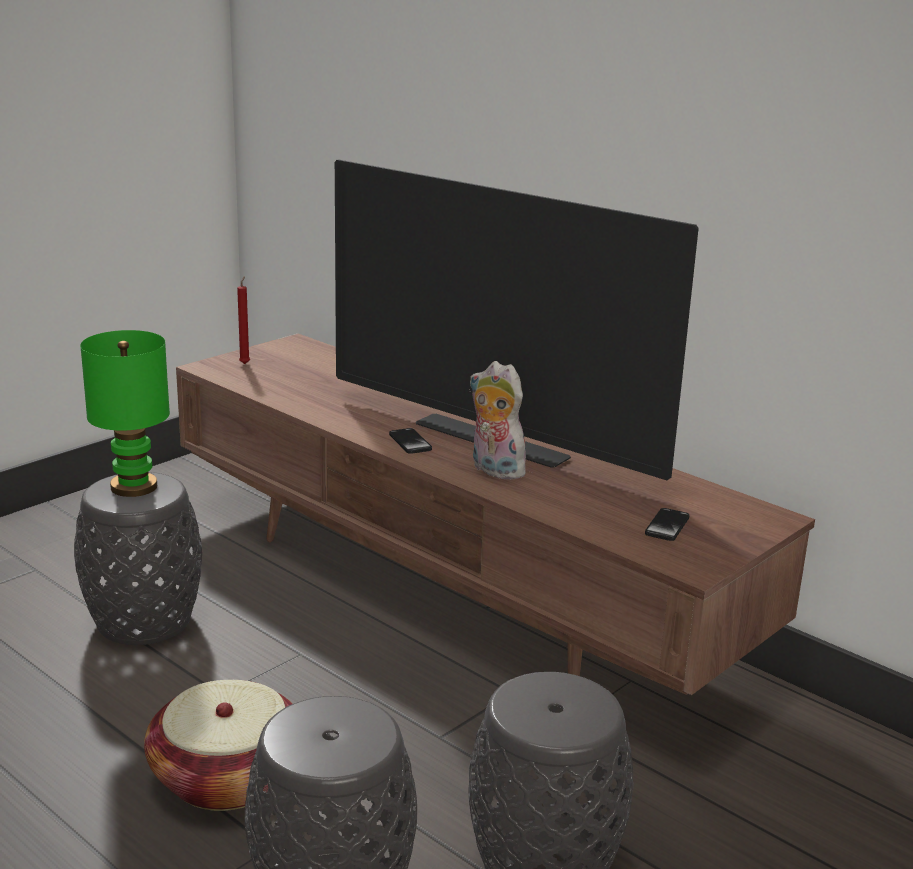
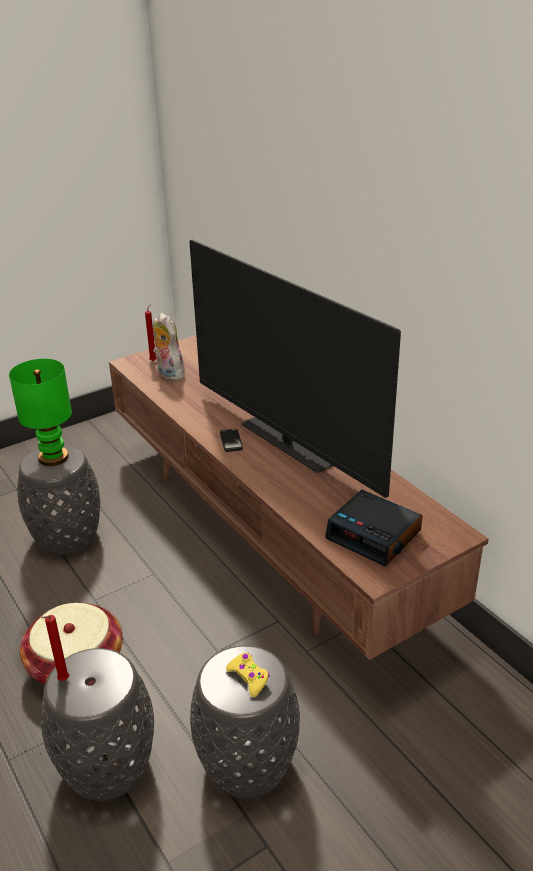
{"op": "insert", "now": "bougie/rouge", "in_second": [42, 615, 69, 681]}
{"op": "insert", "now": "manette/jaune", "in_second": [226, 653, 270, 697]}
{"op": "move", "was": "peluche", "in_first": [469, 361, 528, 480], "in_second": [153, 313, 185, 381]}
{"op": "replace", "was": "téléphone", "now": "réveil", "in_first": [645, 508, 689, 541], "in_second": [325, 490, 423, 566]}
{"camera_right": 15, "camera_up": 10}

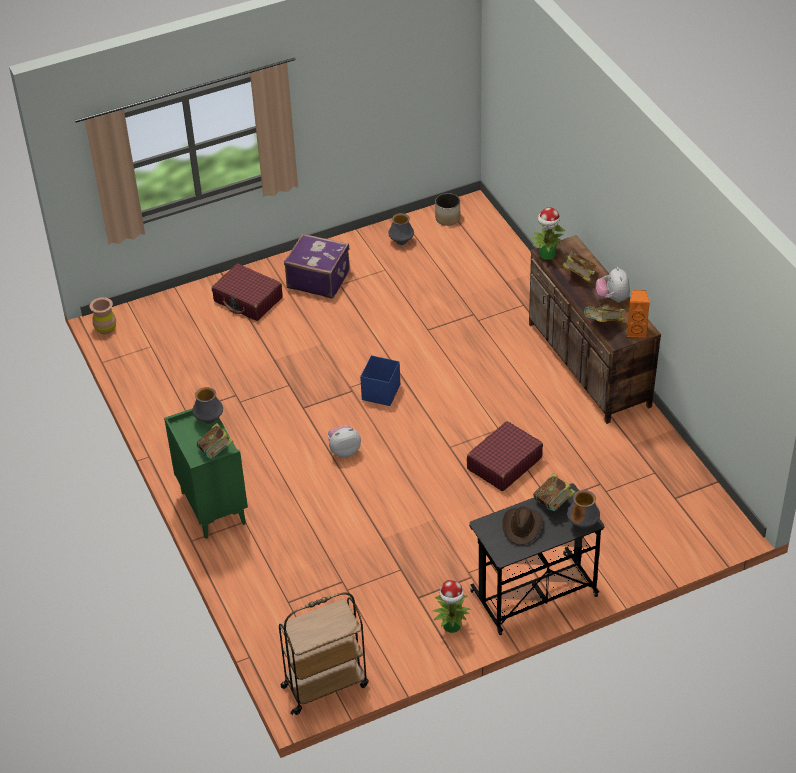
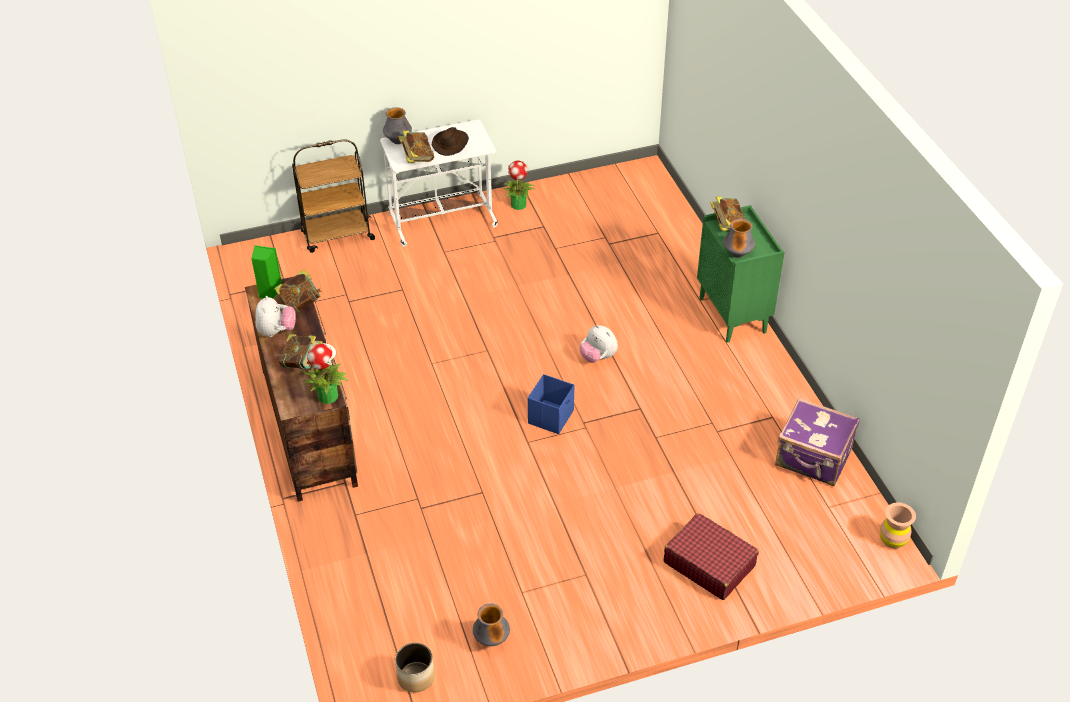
{"op": "delete", "was": "valise/rouge", "in_first": [467, 421, 543, 491]}
{"op": "move", "was": "chariot/marron", "in_first": [279, 592, 368, 715], "in_second": [292, 140, 375, 253]}
{"op": "move", "was": "valise/violet", "in_first": [284, 234, 350, 298], "in_second": [775, 398, 860, 486]}
{"op": "recolor", "was": "bureau/noir", "now": "bureau/blanc", "in_first": [469, 483, 604, 635], "in_second": [380, 120, 498, 247]}
{"op": "recolor", "was": "enceinte/orange", "now": "enceinte/vert", "in_first": [627, 290, 650, 337], "in_second": [251, 245, 282, 299]}
{"op": "rotate", "was": "peluche", "in_first": [328, 425, 361, 458], "in_second": [579, 325, 618, 363], "clockwise": 60}
{"camera_right": -175, "camera_up": 0}

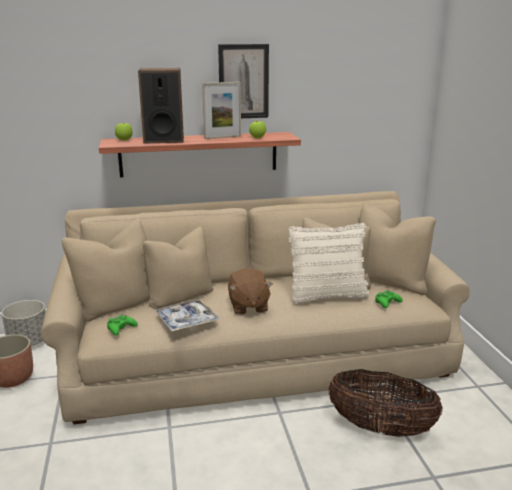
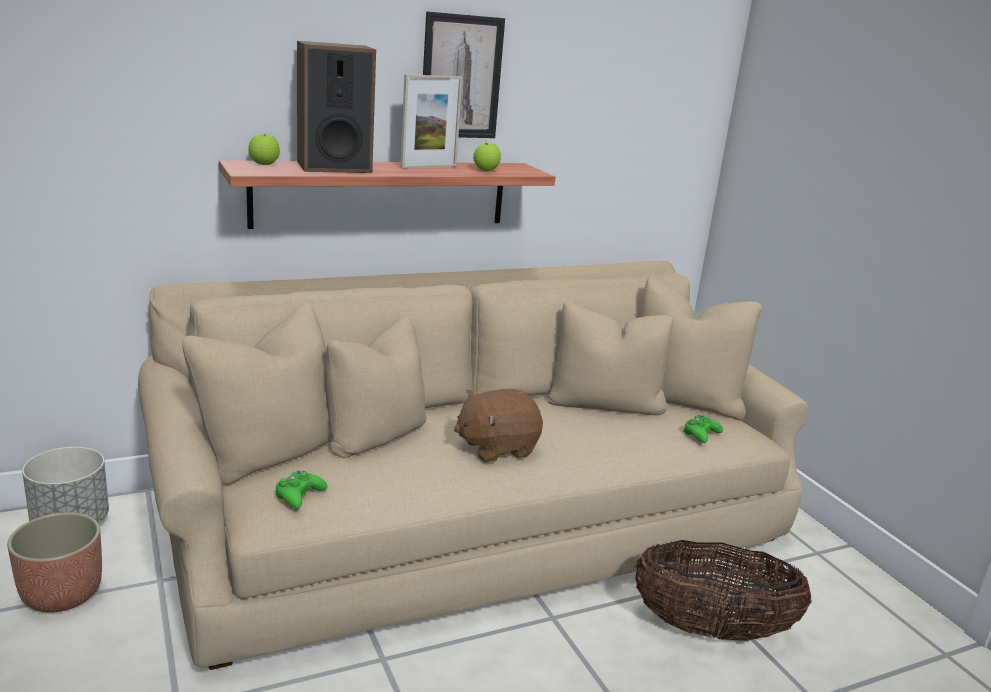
{"op": "delete", "was": "plateau", "in_first": [154, 299, 219, 332]}
{"op": "delete", "was": "coussin/beige", "in_first": [288, 223, 370, 305]}
{"op": "rotate", "was": "peluche/marron", "in_first": [228, 268, 273, 315], "in_second": [454, 389, 543, 462], "clockwise": 90}
{"camera_right": -15, "camera_up": 0}

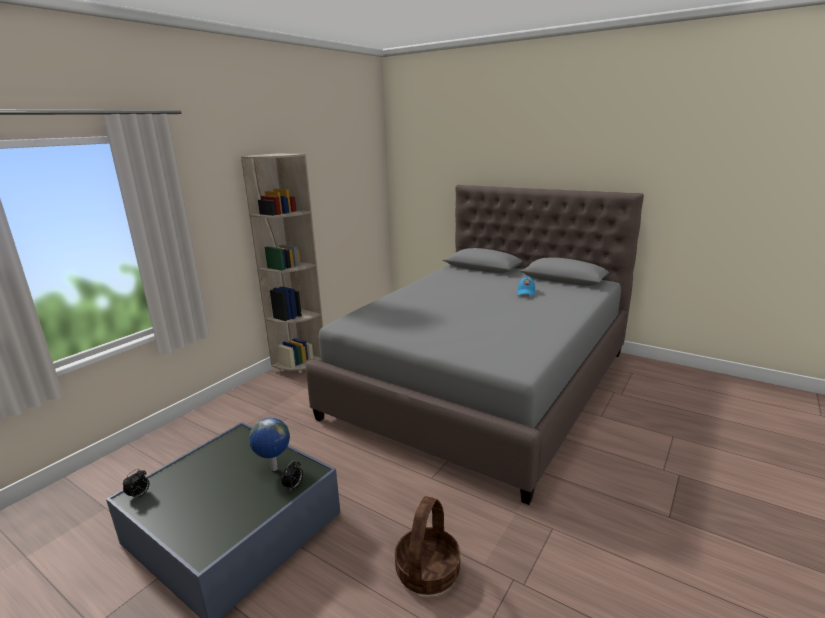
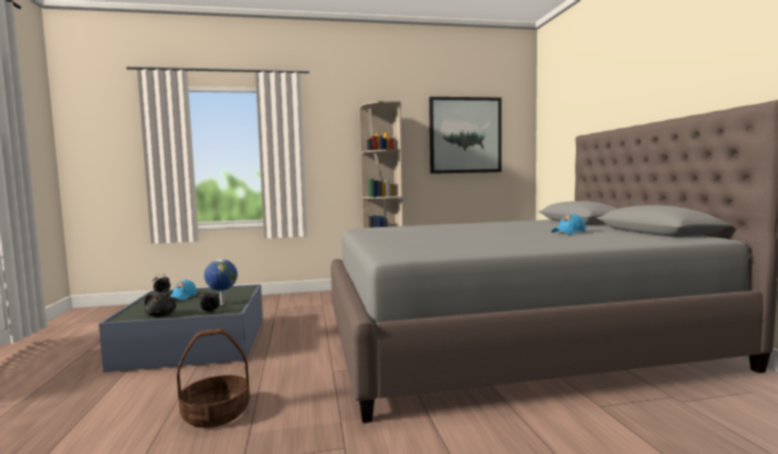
{"op": "insert", "now": "peluche/noir", "in_second": [144, 293, 176, 317]}
{"op": "insert", "now": "casquette/bleu", "in_second": [170, 279, 197, 300]}
{"op": "insert", "now": "tableau", "in_second": [429, 97, 501, 174]}
{"camera_right": 45, "camera_up": -15}

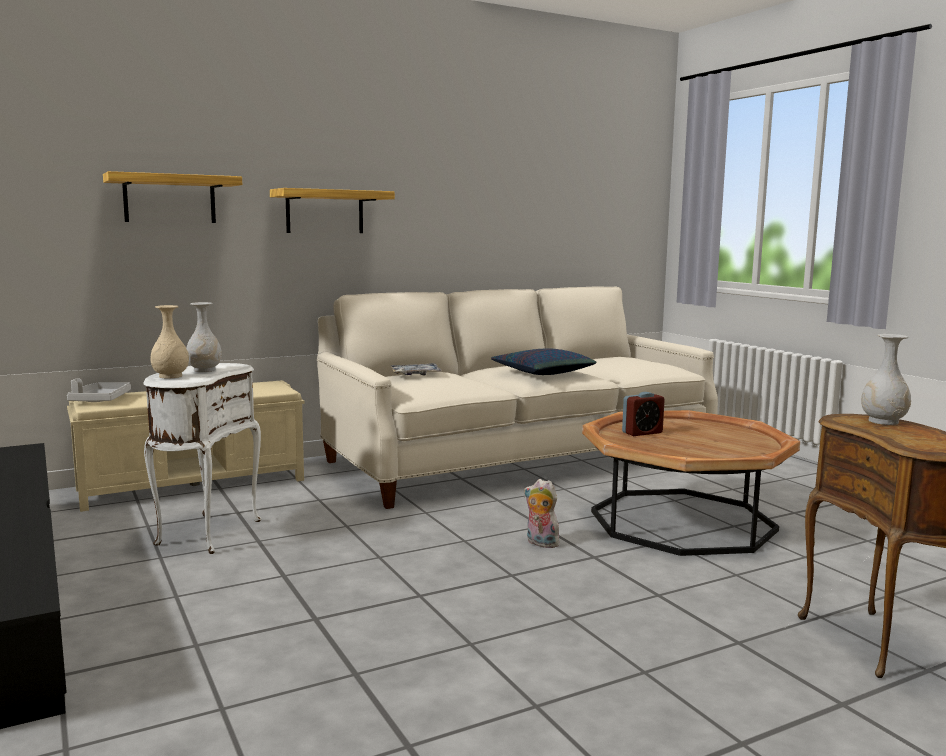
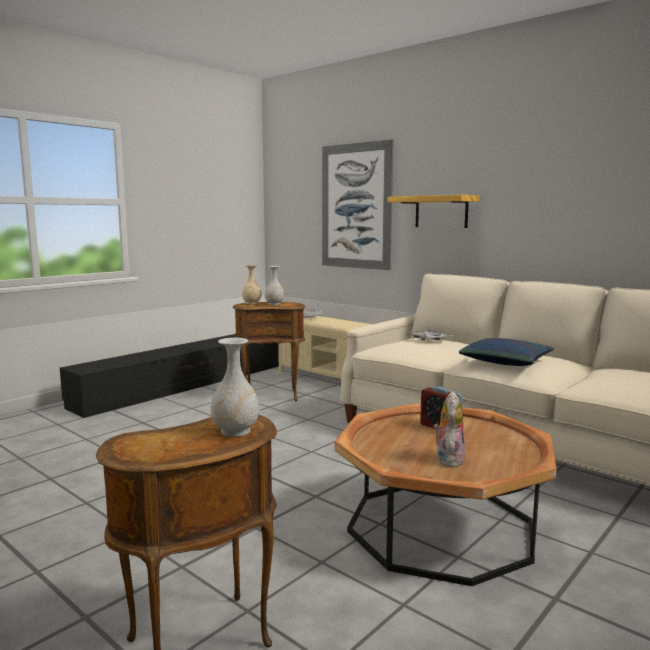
{"op": "move", "was": "peluche", "in_first": [524, 479, 560, 548], "in_second": [433, 391, 465, 467]}
{"op": "replace", "was": "étagère", "now": "tableau", "in_first": [103, 171, 242, 223], "in_second": [322, 139, 394, 270]}
{"op": "recolor", "was": "table d'appoint/blanc", "now": "table d'appoint/marron", "in_first": [143, 363, 261, 554], "in_second": [233, 302, 306, 401]}
{"camera_right": 70, "camera_up": 0}

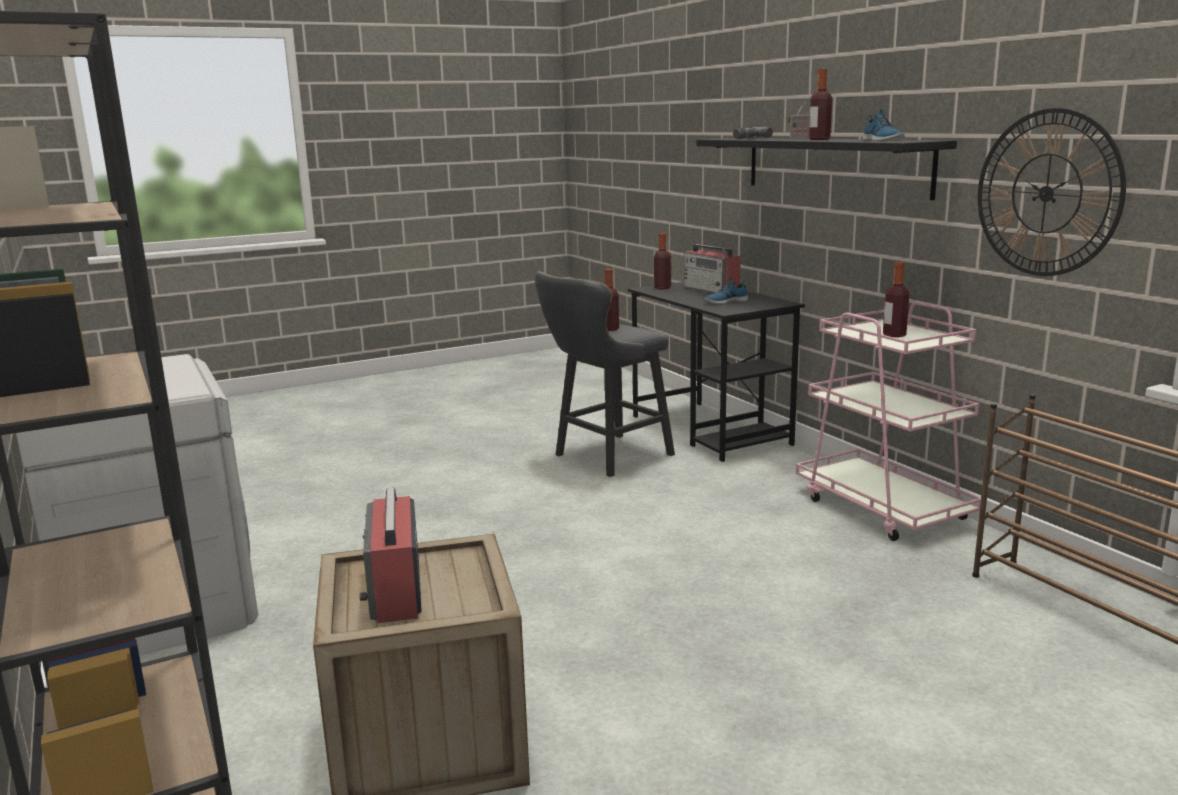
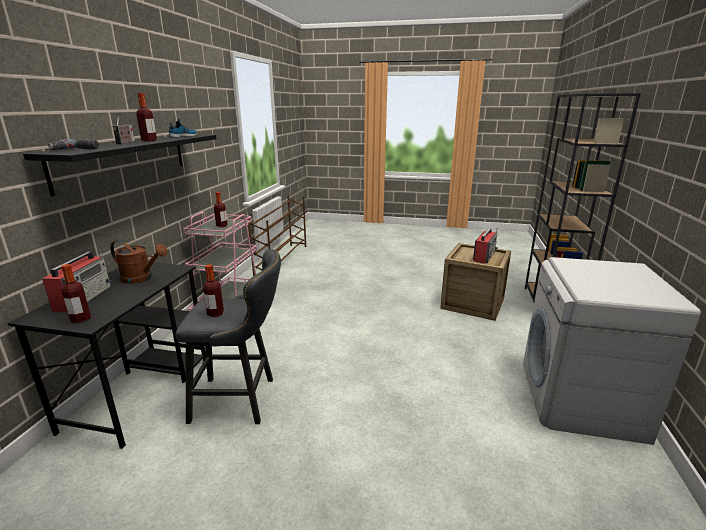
{"op": "delete", "was": "horloge murale", "in_first": [978, 108, 1126, 276]}
{"op": "replace", "was": "chaussure", "now": "arrosoir/marron", "in_first": [704, 276, 748, 304], "in_second": [110, 240, 168, 284]}
{"camera_right": -140, "camera_up": 5}

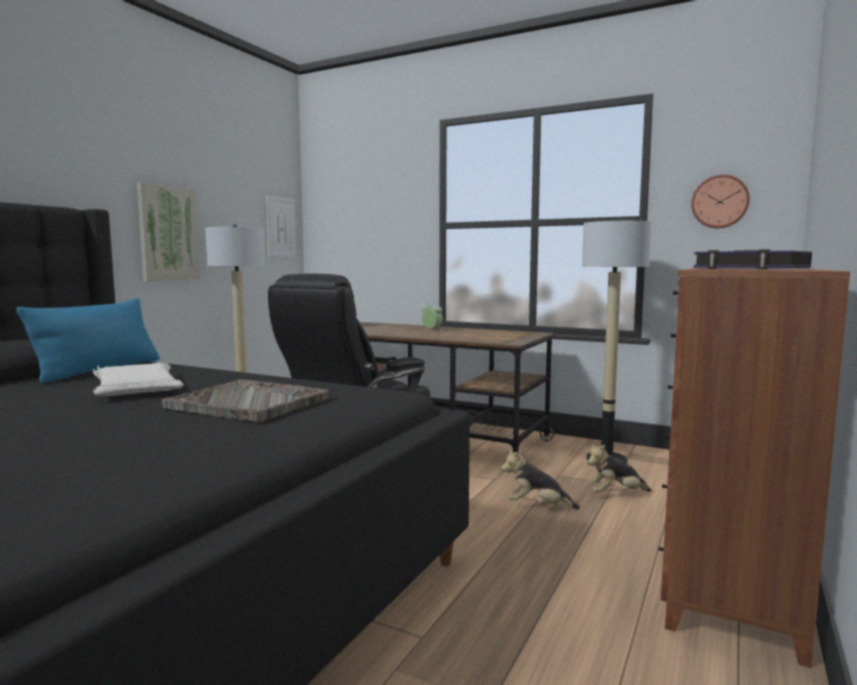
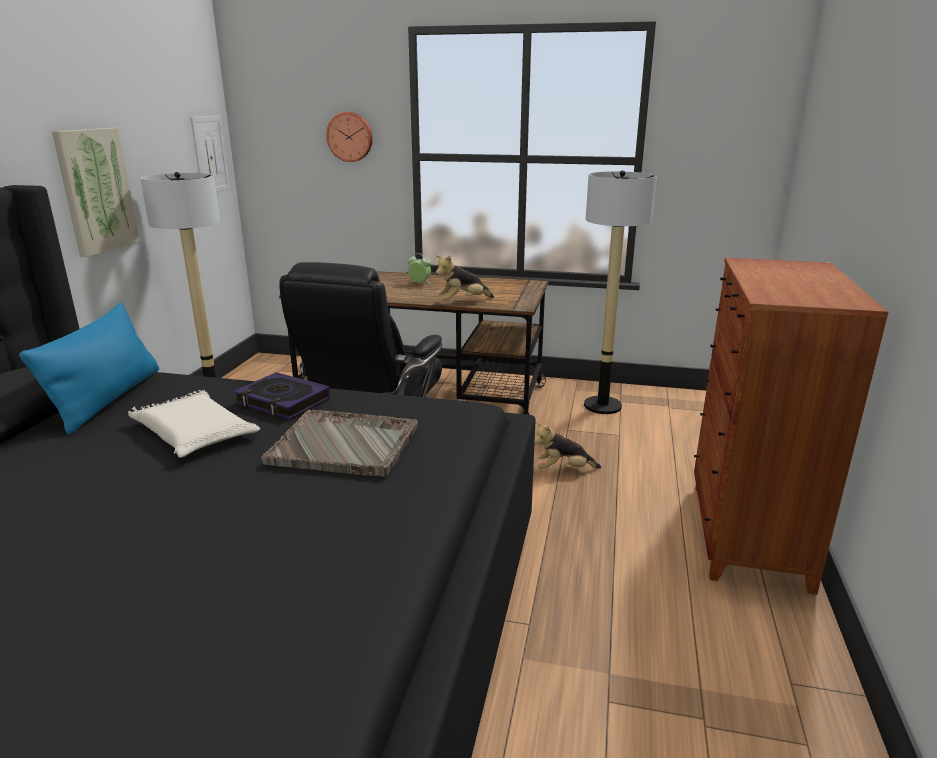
{"op": "move", "was": "peluche", "in_first": [588, 443, 651, 492], "in_second": [436, 255, 494, 300]}
{"op": "move", "was": "horloge murale", "in_first": [691, 175, 750, 228], "in_second": [326, 112, 373, 162]}
{"op": "move", "was": "livre", "in_first": [694, 249, 812, 269], "in_second": [233, 372, 330, 420]}
{"camera_right": -15, "camera_up": 15}

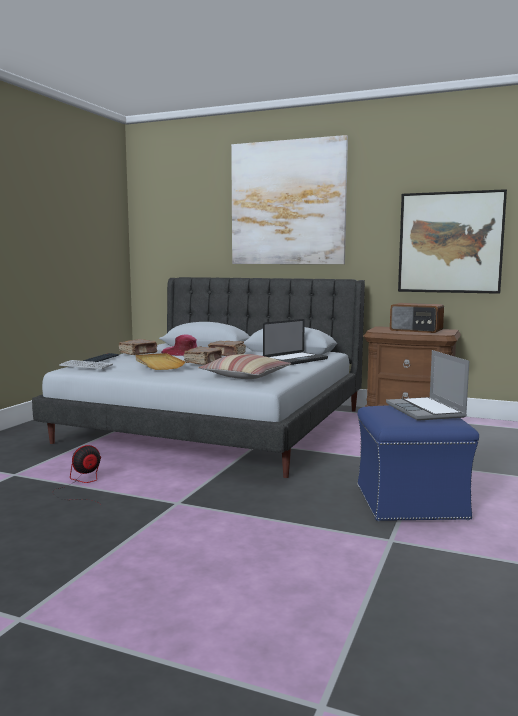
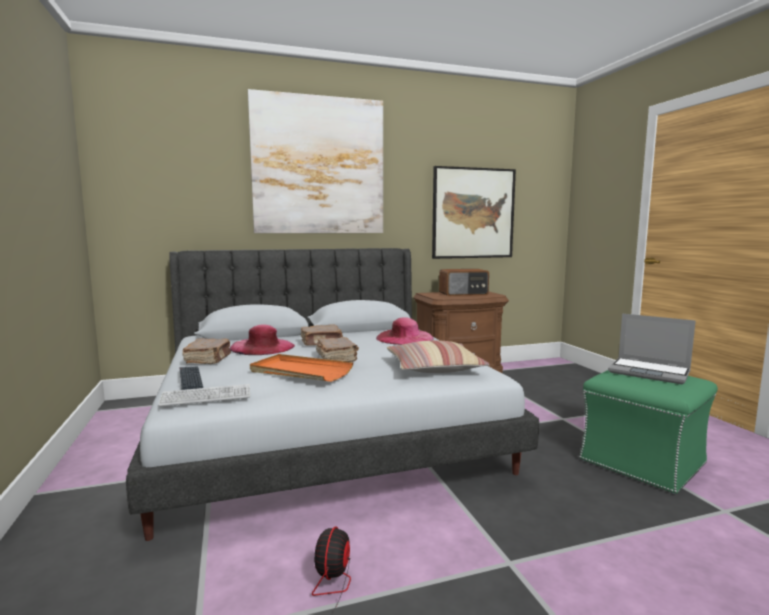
{"op": "replace", "was": "ordinateur portable", "now": "chapeau/rose", "in_first": [263, 319, 328, 365], "in_second": [376, 317, 434, 345]}
{"op": "recolor", "was": "plateau/beige", "now": "plateau/orange", "in_first": [136, 353, 185, 370], "in_second": [250, 354, 353, 382]}
{"op": "recolor", "was": "pouf/bleu", "now": "pouf/vert", "in_first": [357, 405, 479, 521], "in_second": [579, 370, 718, 494]}
{"camera_right": -40, "camera_up": 0}

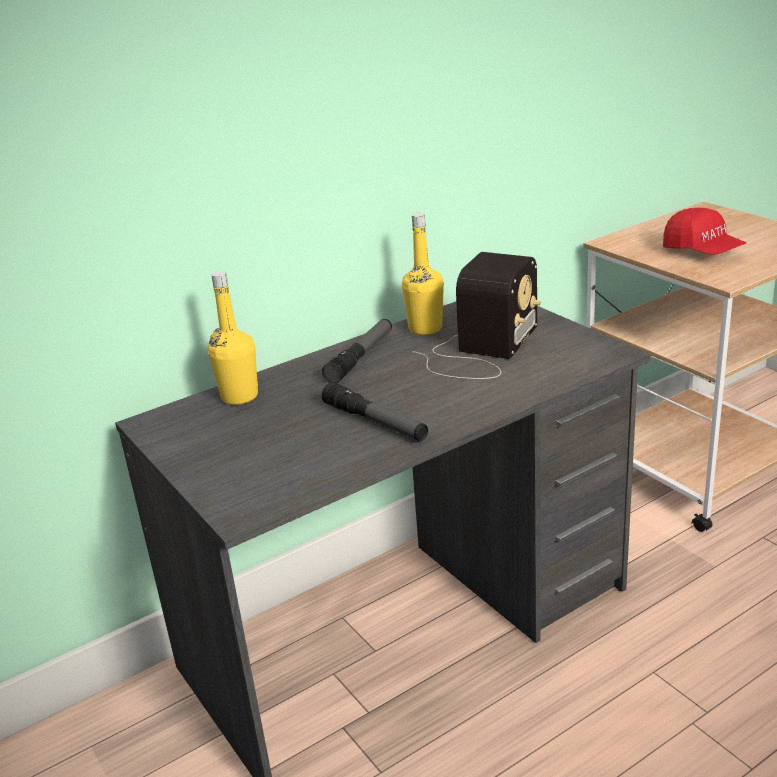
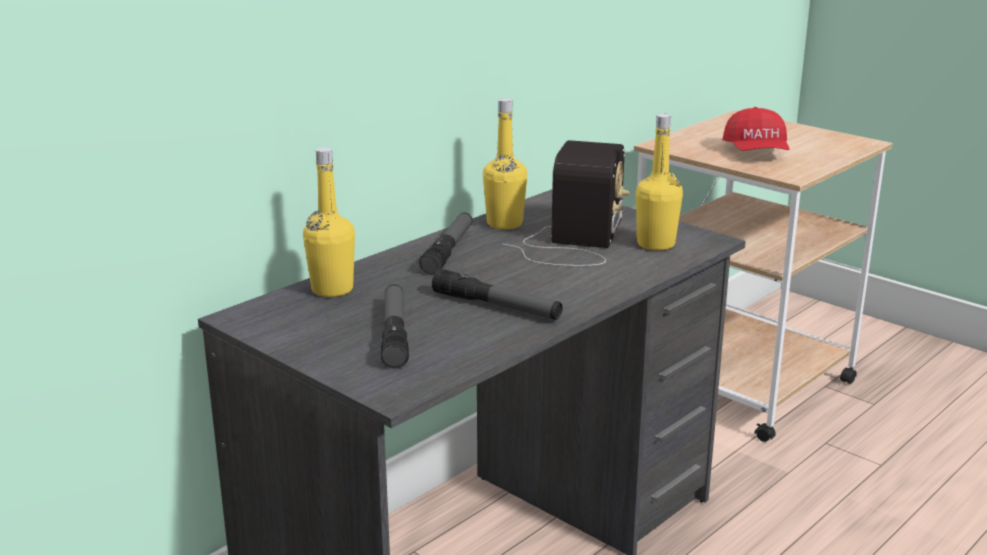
{"op": "insert", "now": "lampe de poche", "in_second": [381, 284, 409, 369]}
{"op": "insert", "now": "bouteille/jaune", "in_second": [636, 114, 683, 251]}
{"op": "rotate", "was": "casquette/rouge", "in_first": [663, 208, 747, 255], "in_second": [722, 107, 789, 151], "clockwise": 45}
{"camera_right": -15, "camera_up": -5}

